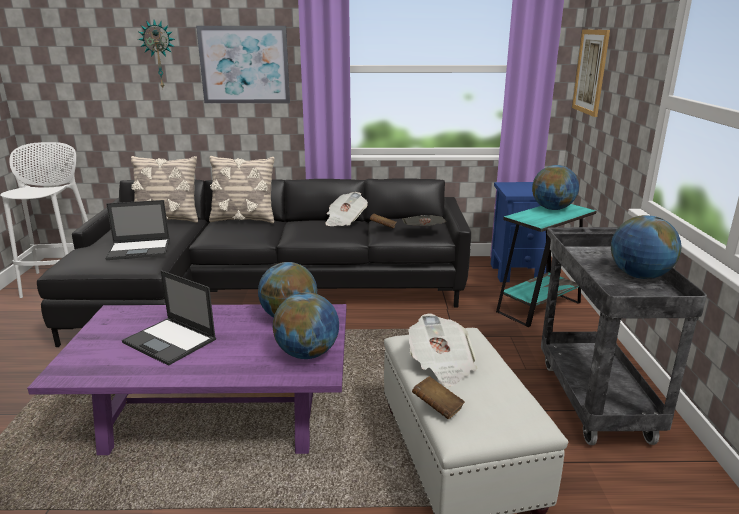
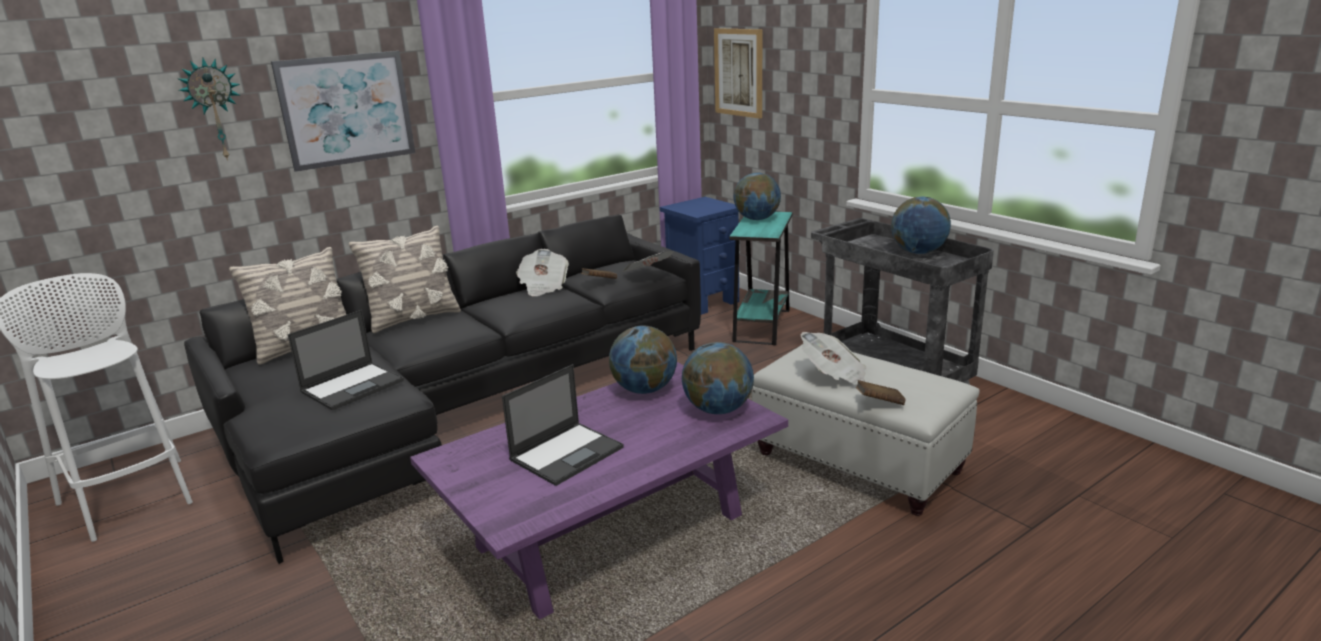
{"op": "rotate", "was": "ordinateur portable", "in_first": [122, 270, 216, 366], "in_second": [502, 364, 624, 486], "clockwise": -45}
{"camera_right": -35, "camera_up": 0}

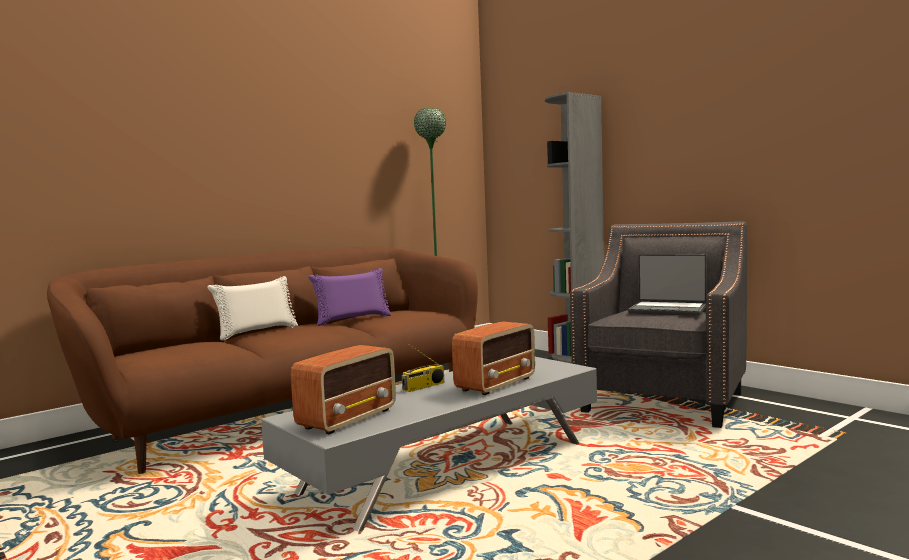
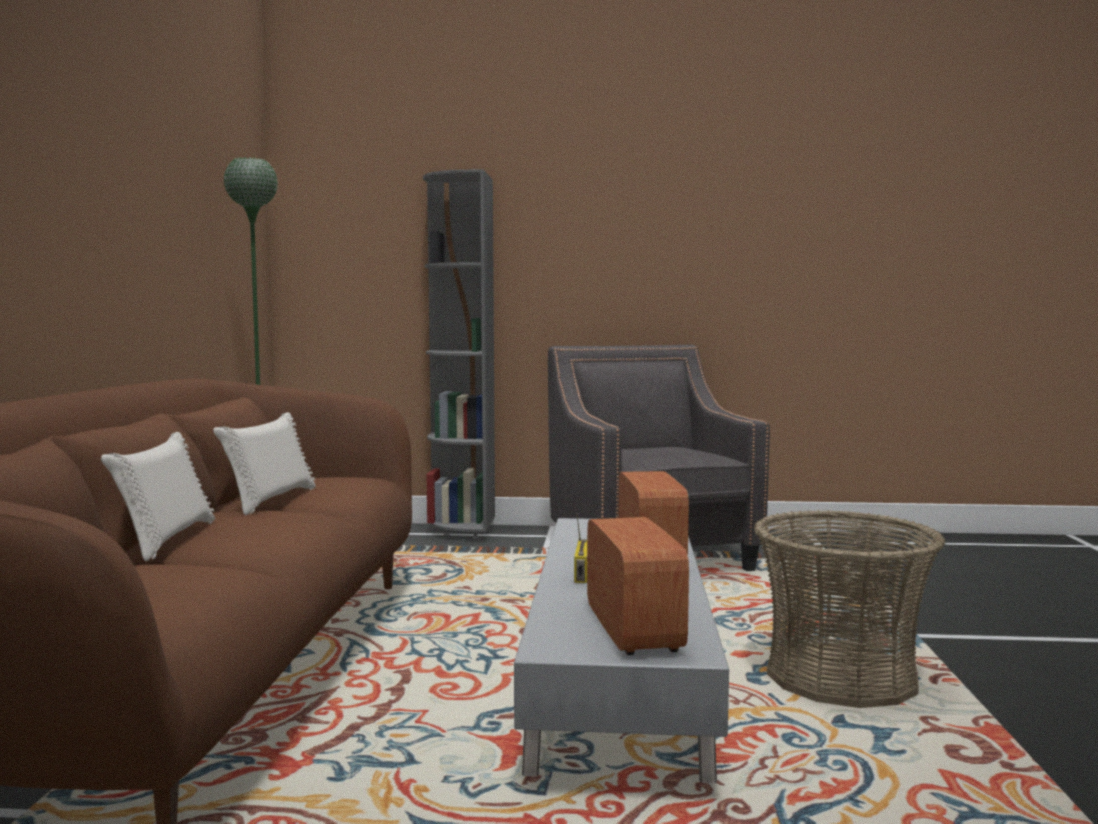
{"op": "delete", "was": "ordinateur portable", "in_first": [628, 254, 707, 316]}
{"op": "insert", "now": "panier", "in_second": [754, 510, 945, 708]}
{"op": "recolor", "was": "coussin/violet", "now": "coussin/blanc", "in_first": [308, 268, 391, 326], "in_second": [213, 412, 316, 515]}
{"camera_right": -45, "camera_up": 0}

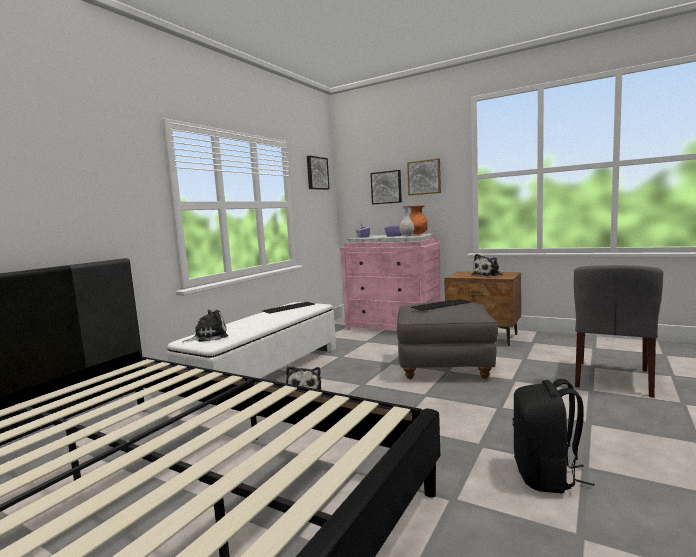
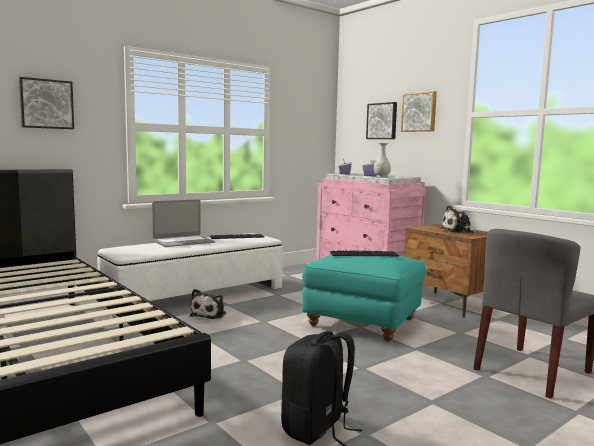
{"op": "delete", "was": "peluche", "in_first": [182, 310, 228, 343]}
{"op": "delete", "was": "vase/orange", "in_first": [409, 205, 428, 234]}
{"op": "insert", "now": "ordinateur portable", "in_second": [152, 199, 215, 247]}
{"op": "move", "was": "tableau", "in_first": [307, 156, 330, 190], "in_second": [19, 77, 74, 129]}
{"op": "recolor", "was": "pouf/gris", "now": "pouf/turquoise", "in_first": [397, 302, 498, 379], "in_second": [302, 250, 425, 341]}
{"camera_right": 20, "camera_up": 0}

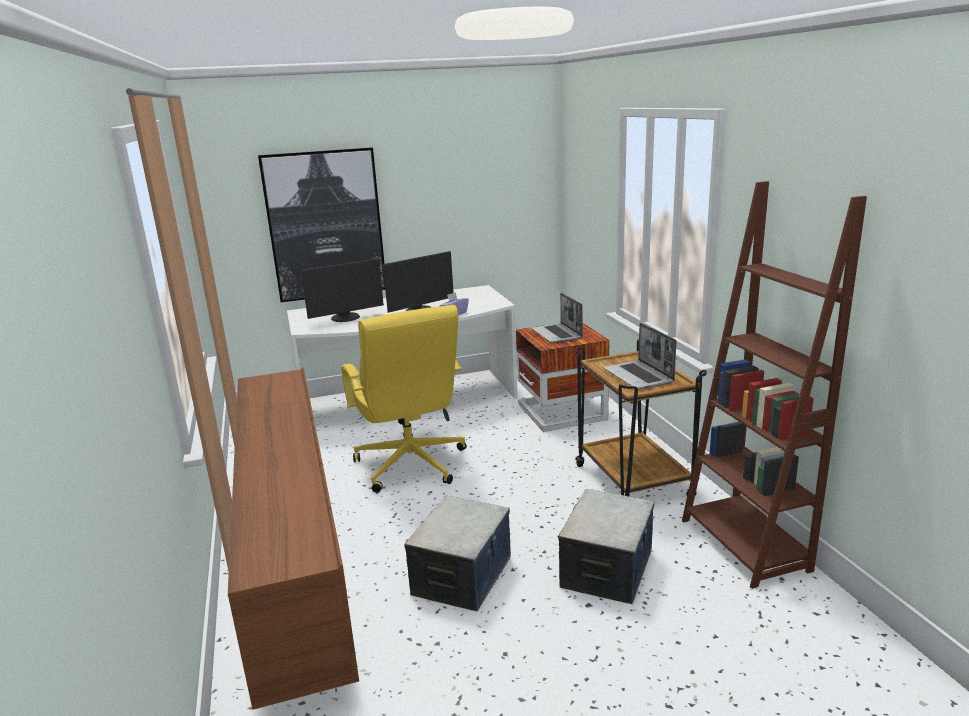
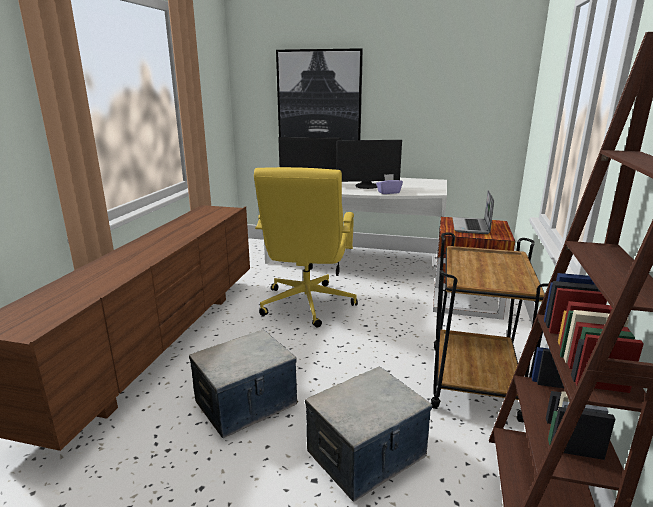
{"op": "delete", "was": "ordinateur portable", "in_first": [603, 323, 676, 389]}
{"camera_right": 30, "camera_up": 0}

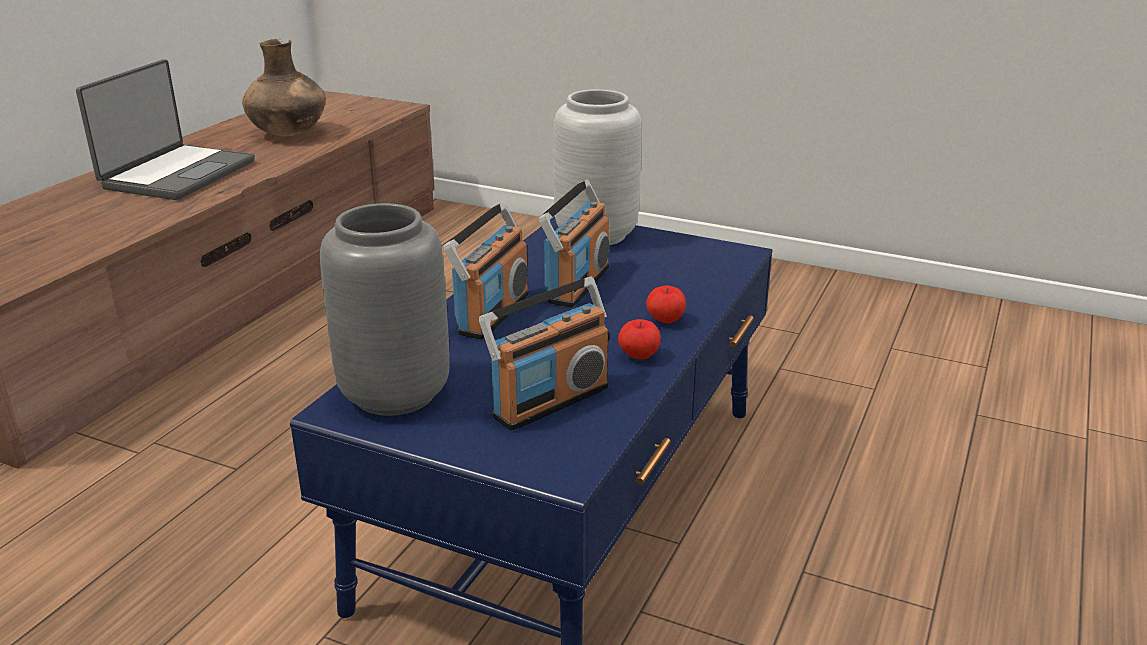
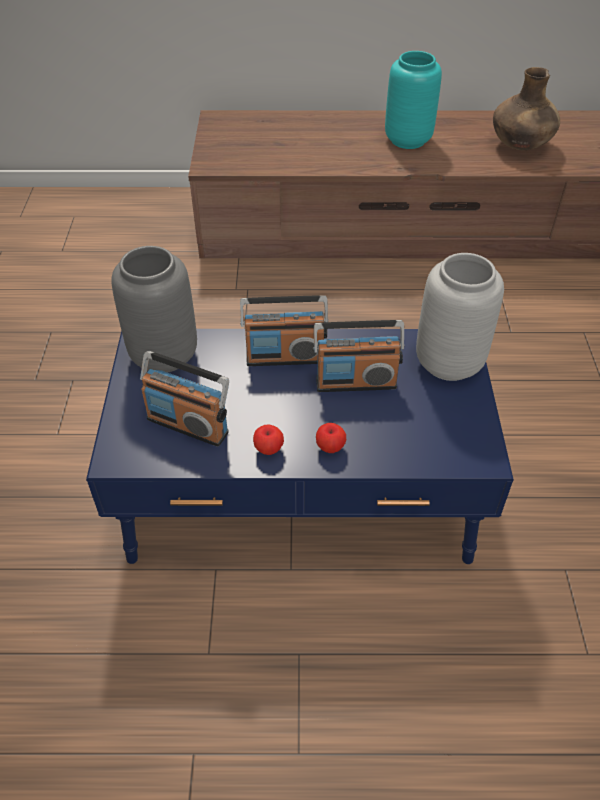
{"op": "replace", "was": "ordinateur portable", "now": "vase/turquoise", "in_first": [76, 59, 255, 200], "in_second": [385, 51, 442, 149]}
{"camera_right": 65, "camera_up": 20}

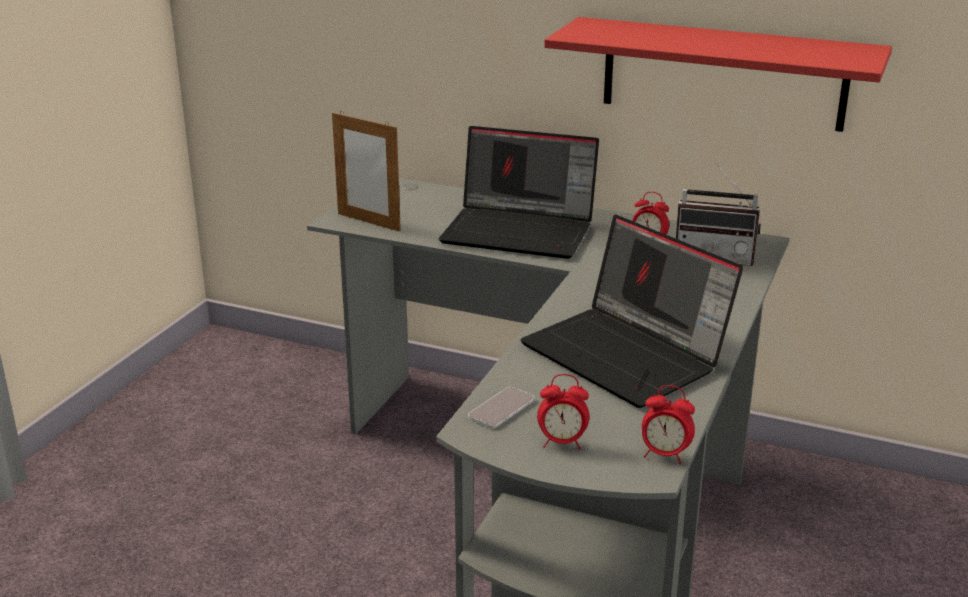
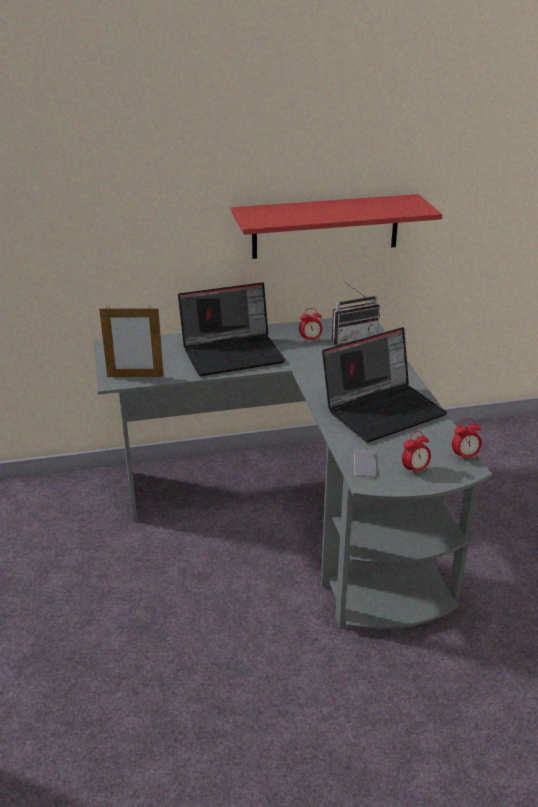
{"op": "rotate", "was": "ordinateur portable", "in_first": [520, 214, 743, 408], "in_second": [322, 327, 447, 442], "clockwise": -45}
{"camera_right": -35, "camera_up": 5}

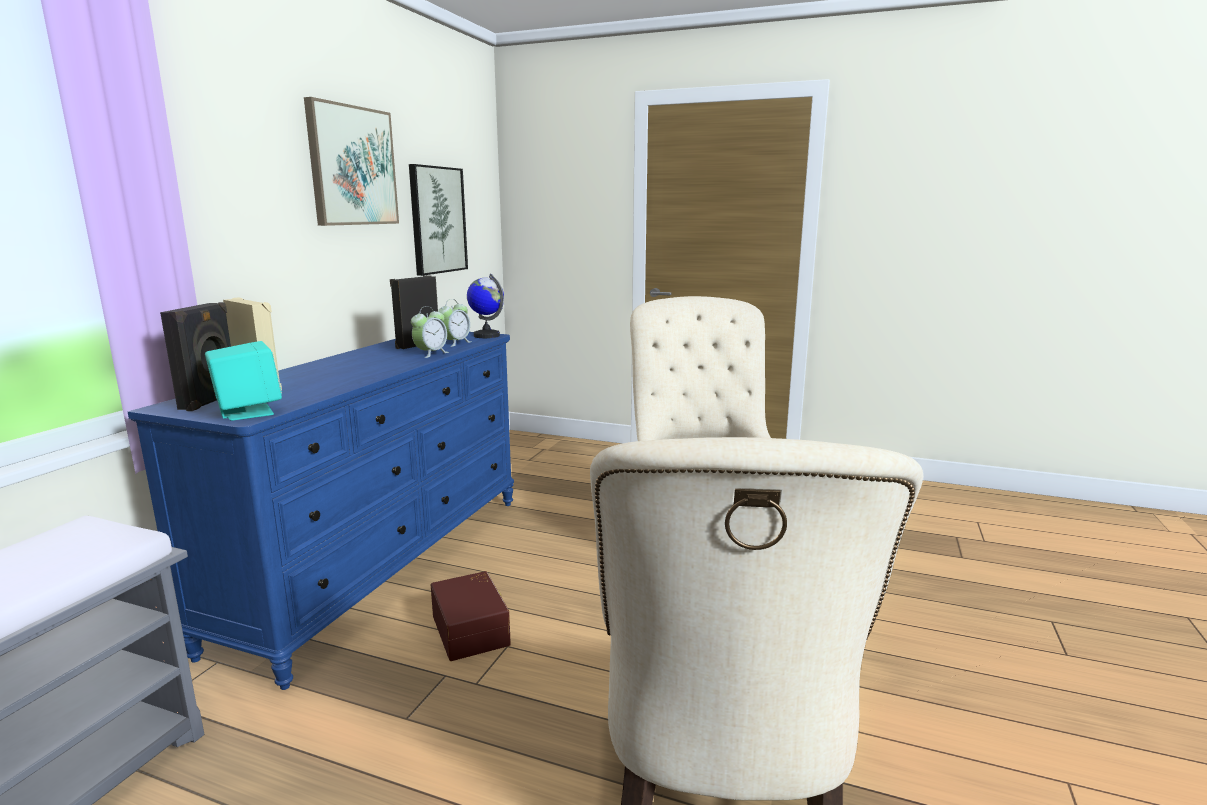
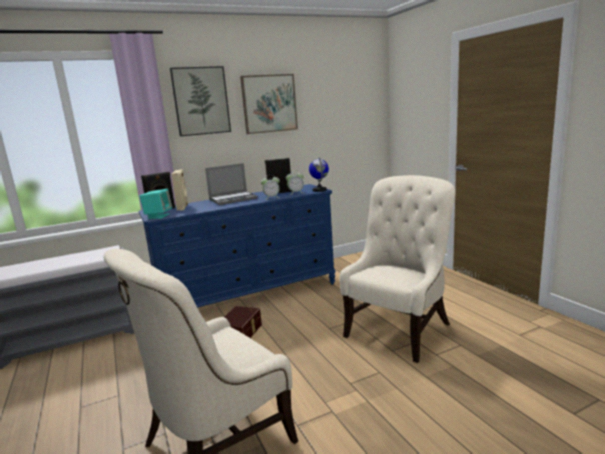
{"op": "insert", "now": "ordinateur portable", "in_second": [205, 163, 258, 205]}
{"op": "move", "was": "tableau", "in_first": [409, 164, 468, 276], "in_second": [170, 66, 231, 136]}
{"camera_right": 45, "camera_up": 0}

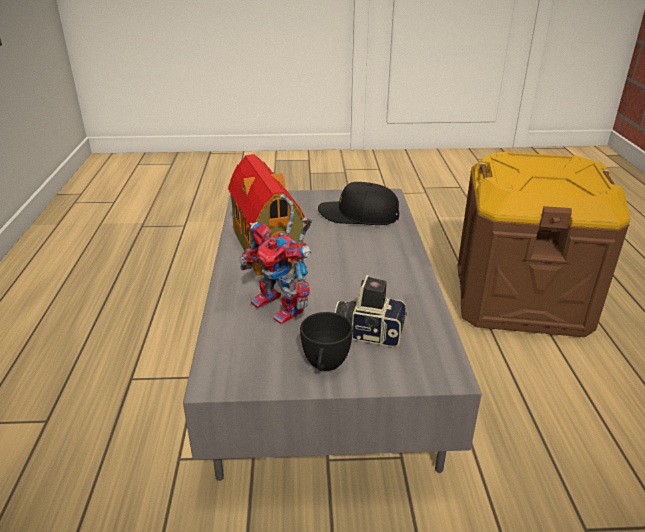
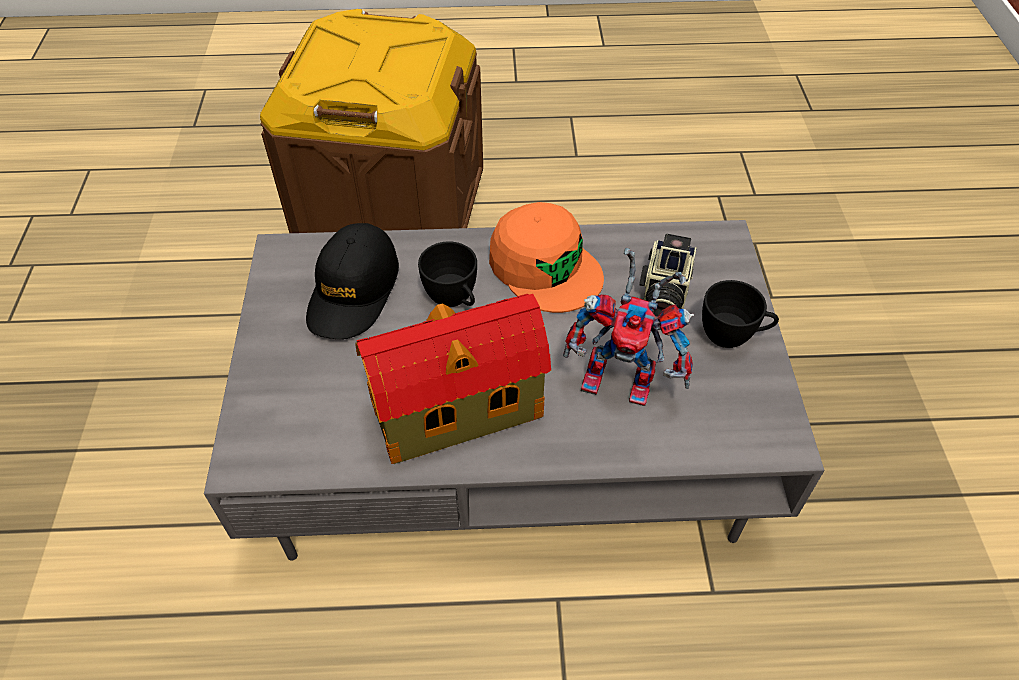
{"op": "insert", "now": "tasse/noir", "in_second": [418, 241, 477, 307]}
{"op": "insert", "now": "casquette/orange", "in_second": [489, 202, 604, 313]}
{"op": "rotate", "was": "robot jouet", "in_first": [240, 194, 312, 325], "in_second": [563, 248, 694, 406], "clockwise": 60}
{"camera_right": -90, "camera_up": 20}

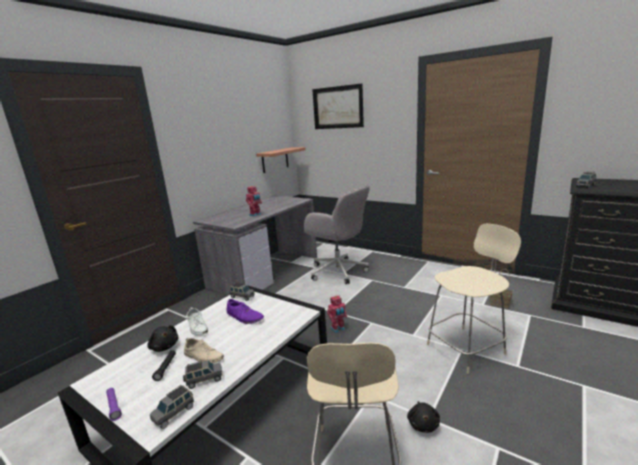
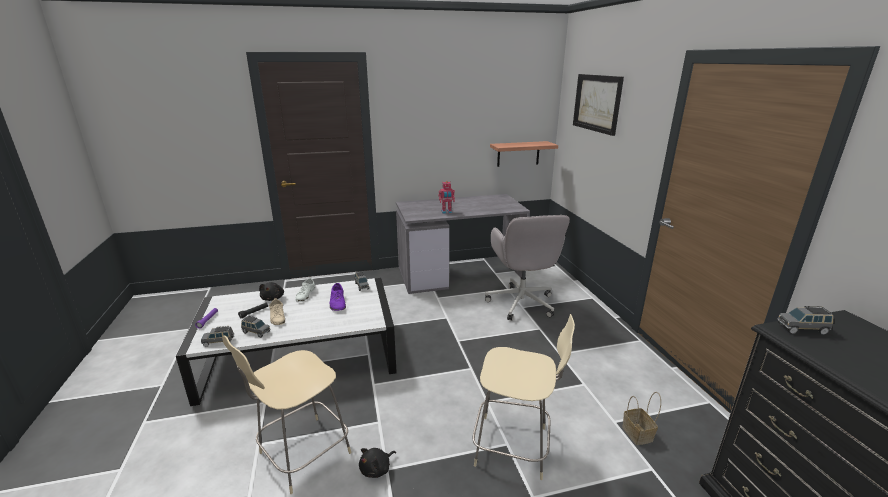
{"op": "delete", "was": "robot jouet", "in_first": [327, 295, 347, 333]}
{"camera_right": 40, "camera_up": 5}

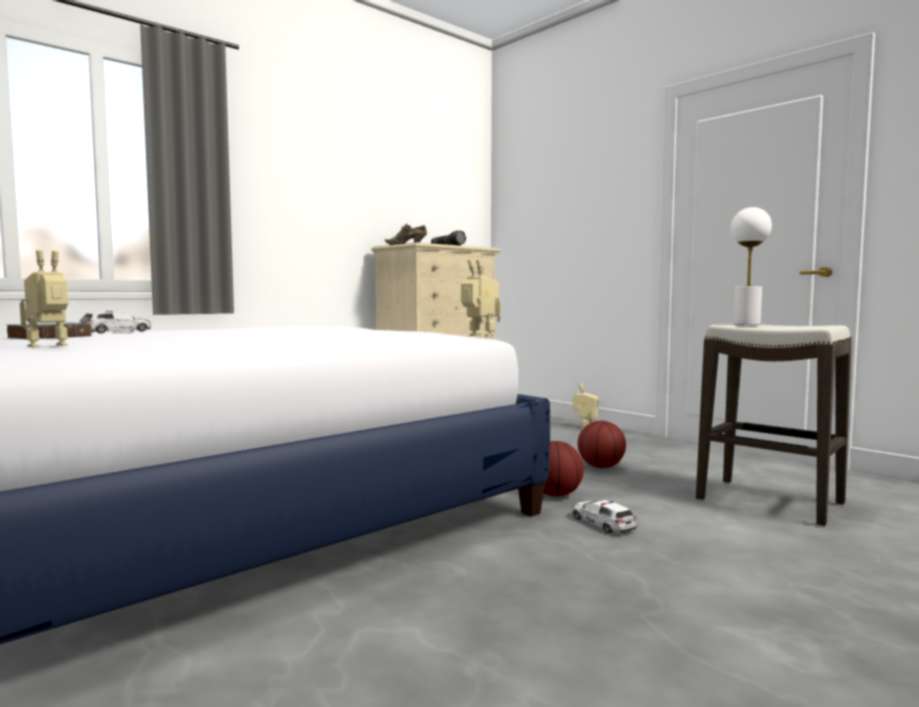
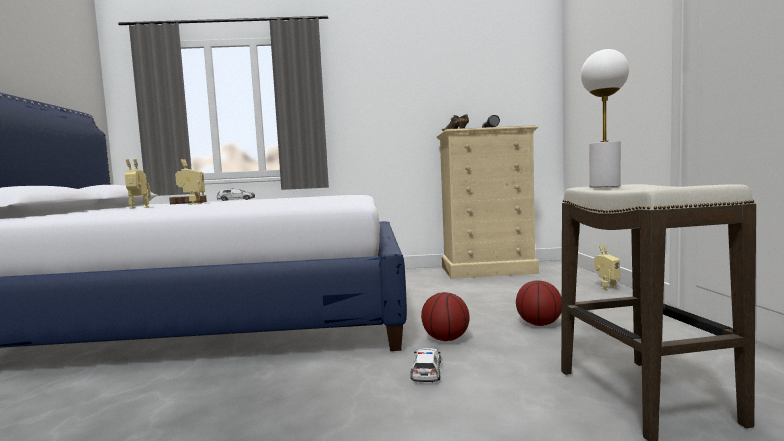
{"op": "move", "was": "robot jouet", "in_first": [461, 259, 501, 337], "in_second": [175, 159, 205, 205]}
{"camera_right": 40, "camera_up": 0}

